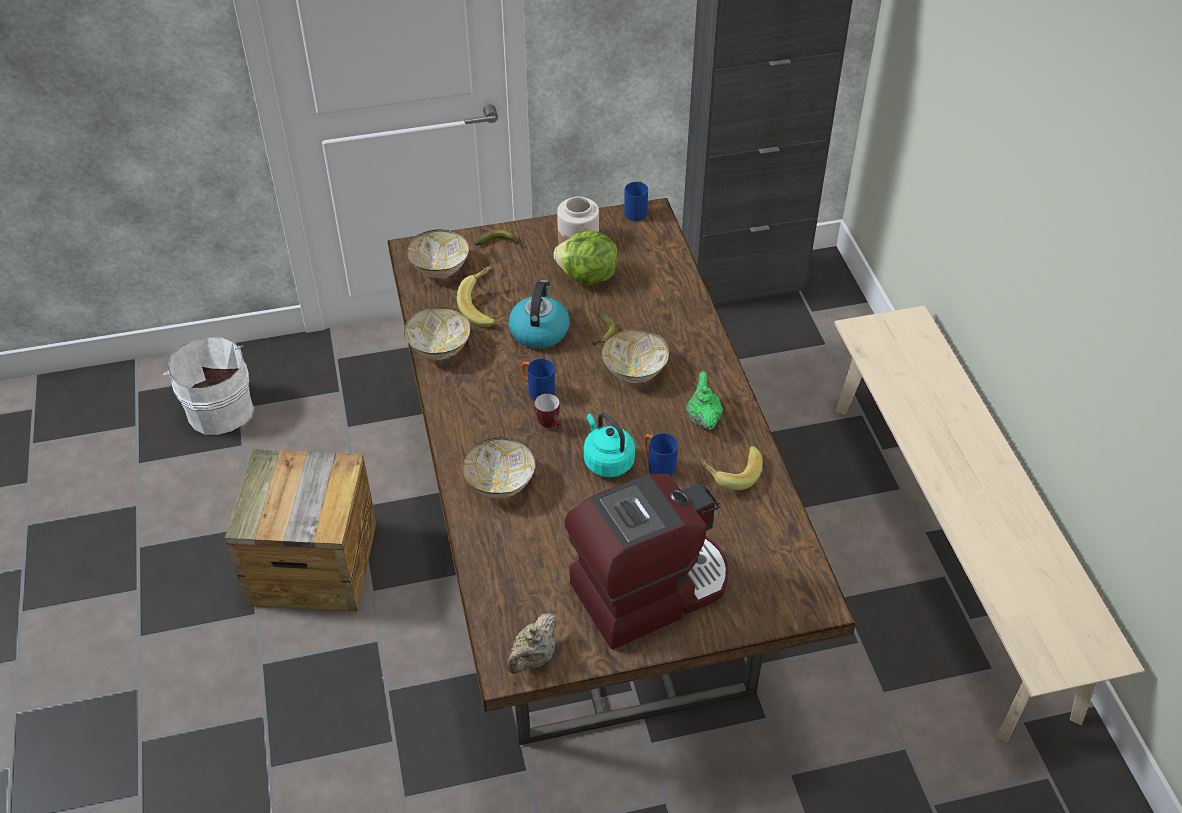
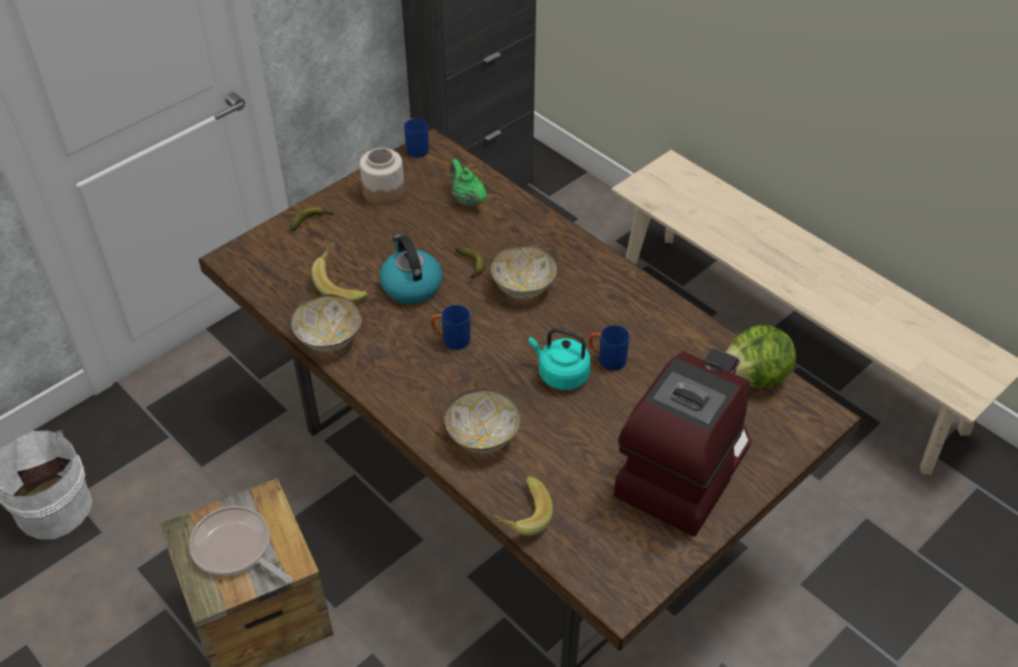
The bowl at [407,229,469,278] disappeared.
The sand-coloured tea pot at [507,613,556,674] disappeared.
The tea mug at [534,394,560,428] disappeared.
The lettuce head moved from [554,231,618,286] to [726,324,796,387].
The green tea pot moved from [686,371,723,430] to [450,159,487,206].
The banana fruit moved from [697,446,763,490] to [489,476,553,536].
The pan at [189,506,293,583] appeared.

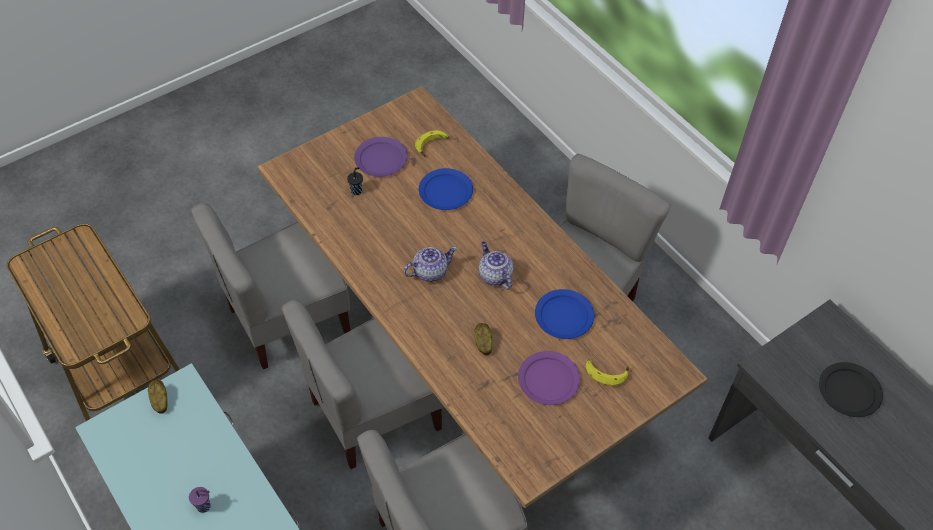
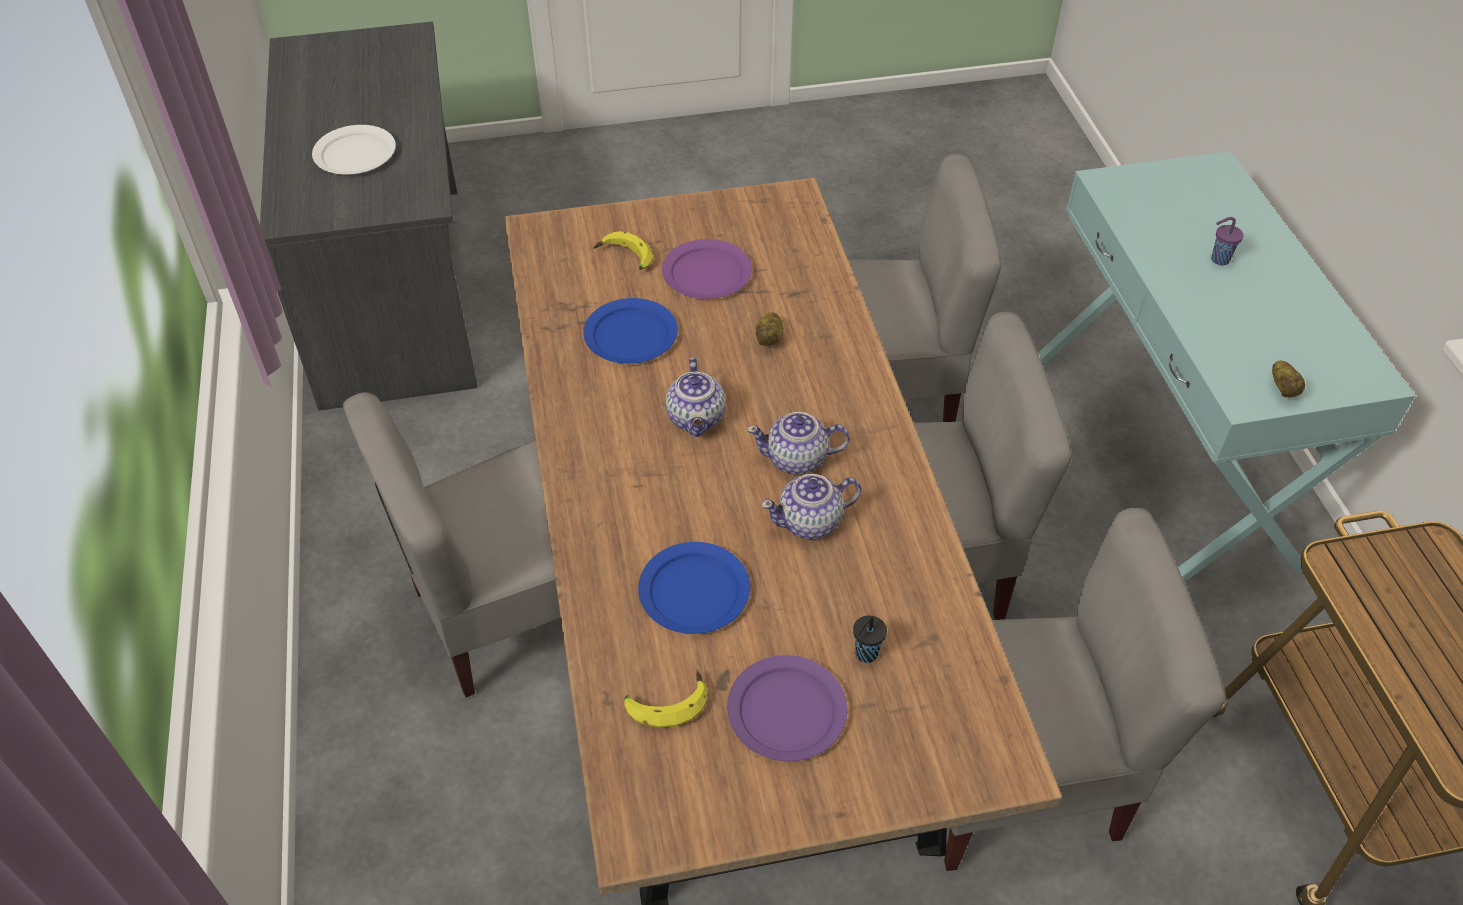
The blackish flat dish at [819,362,883,417] became the white flat dish at [312,125,396,174].
The tea pot at [761,474,862,539] appeared.

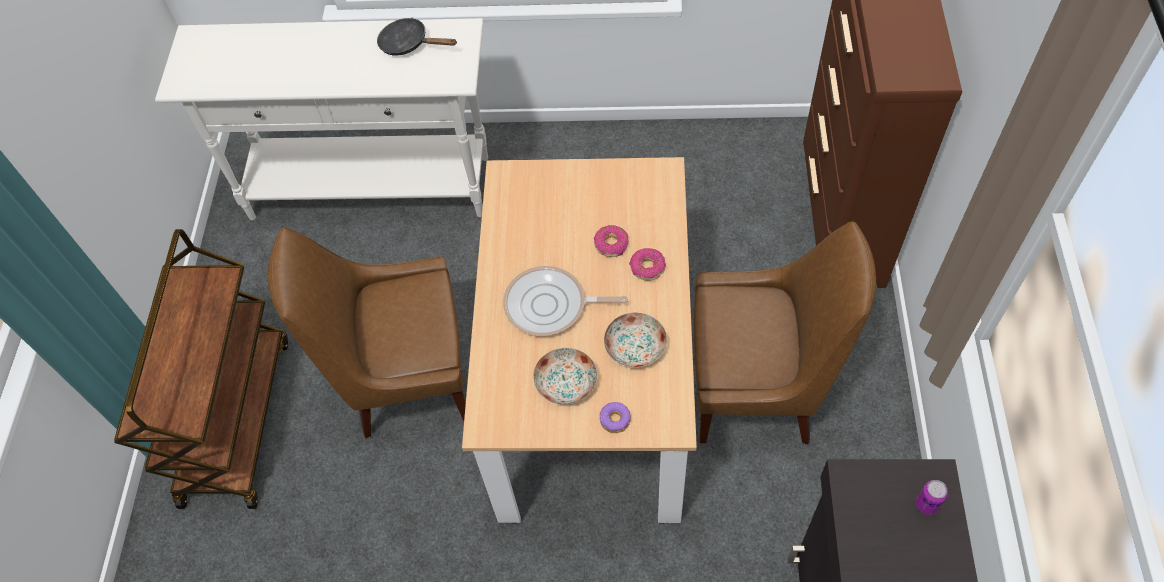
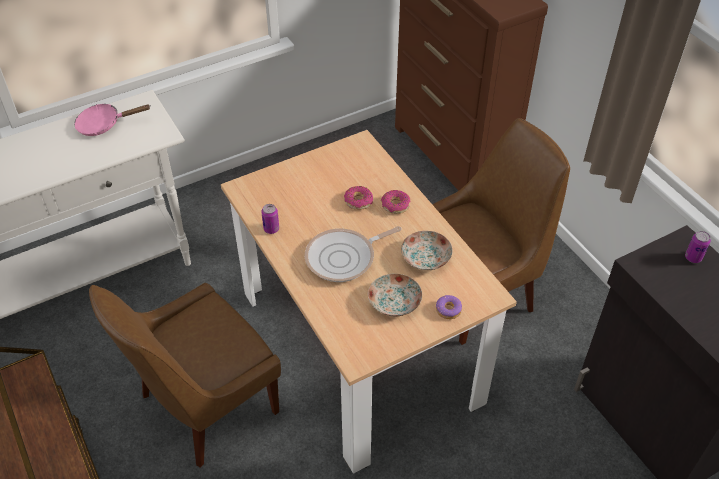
The blackish pan at [377,18,457,56] became the pinkish pan at [74,104,151,136].
The can at [261,204,279,234] appeared.

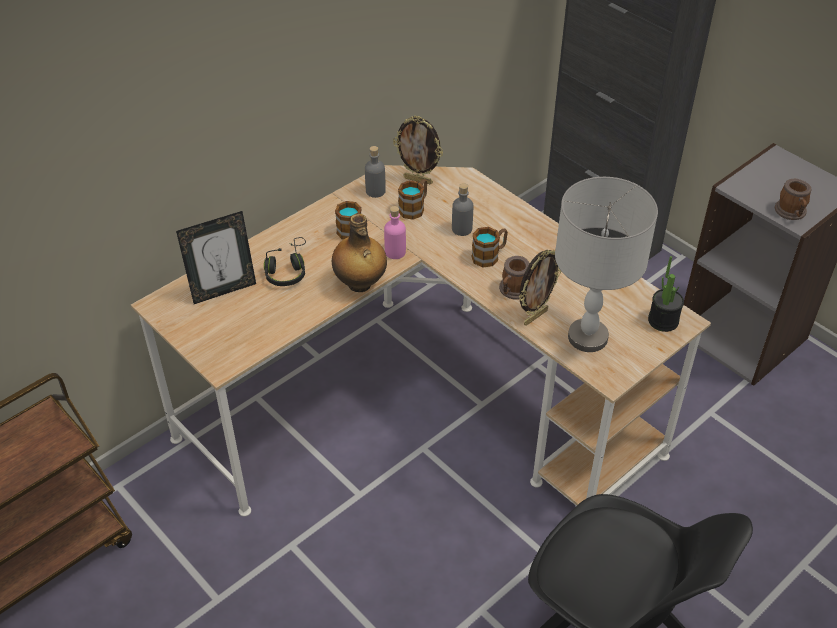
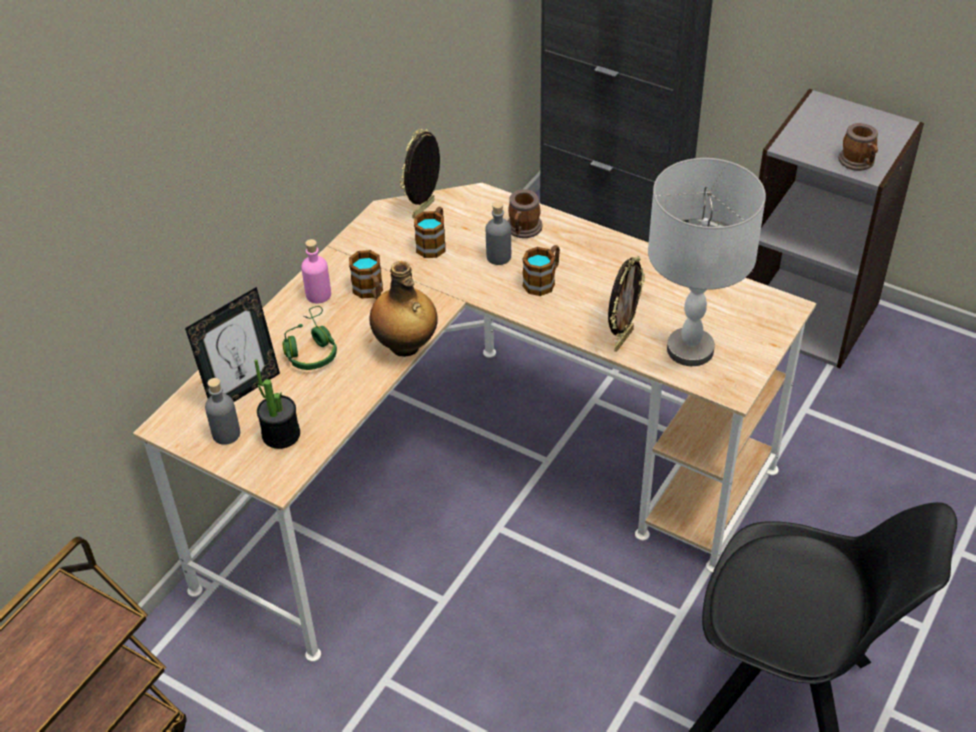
The blackish pair of headphones at [264,237,306,286] became the green pair of headphones at [282,306,337,370].
The grey bottle moved from [365,146,386,198] to [205,378,240,445].
The pinkish bottle moved from [384,206,406,259] to [301,239,331,303].
The picture frame at [393,116,443,184] turned 120 degrees clockwise.
The tea mug moved from [499,256,530,300] to [508,189,543,238].
The plant in a pot moved from [648,256,684,332] to [254,359,300,449].

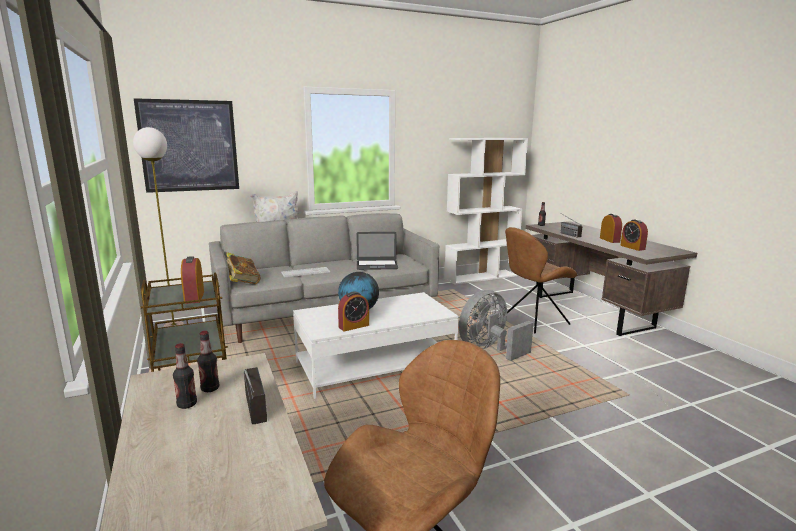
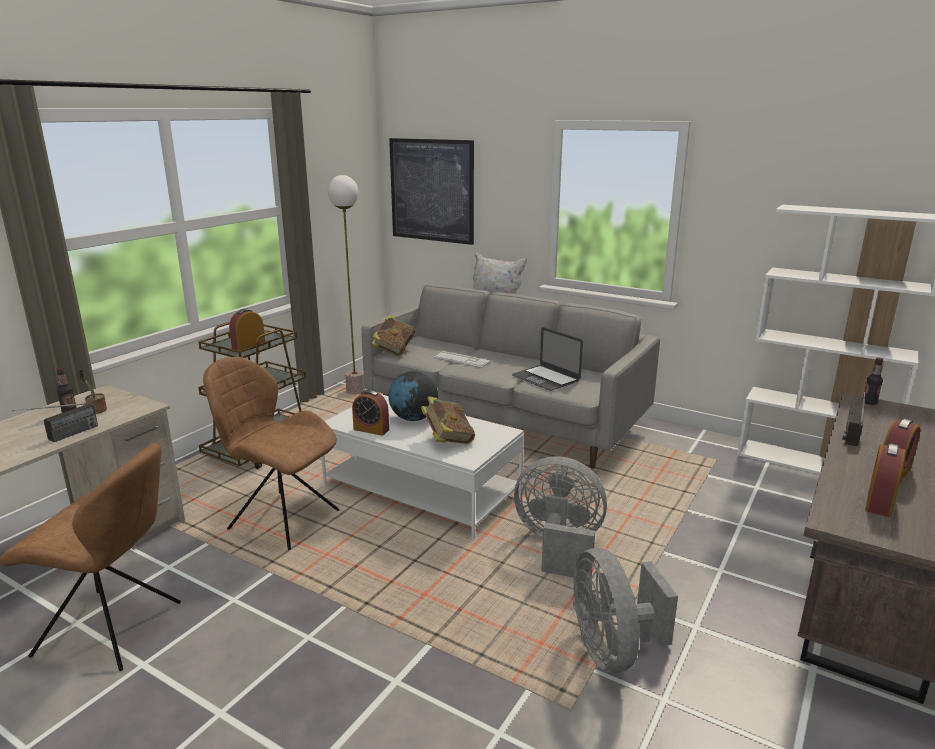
The bottle at [197,331,219,392] was replaced by the plant in a pot at [79,369,107,414].
The brownish upright chair moved from [505,227,577,333] to [203,357,340,550].
The book at [421,396,475,444] appeared.
The grey cooling fan at [572,548,678,673] appeared.

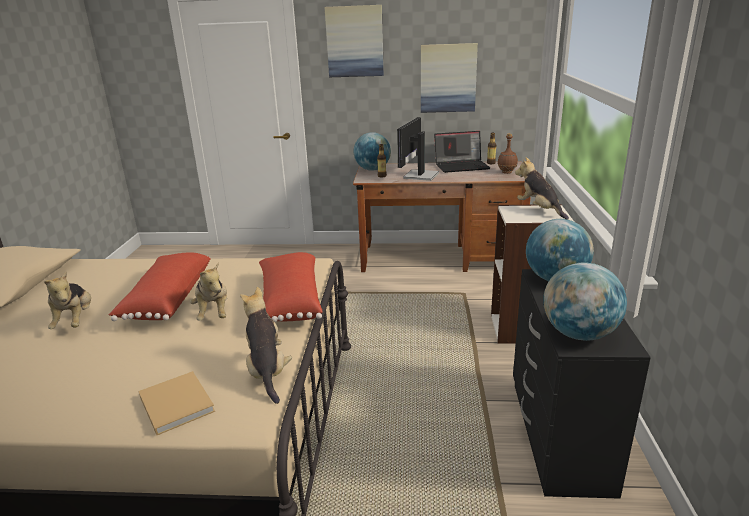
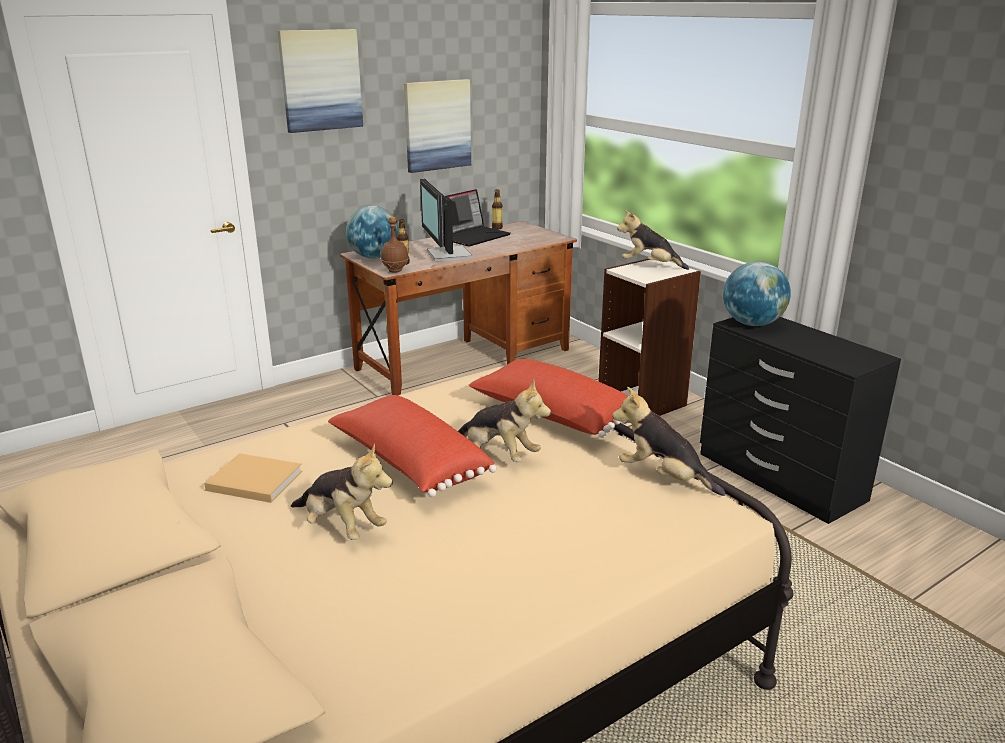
The sand-coloured book moved from [138,371,215,435] to [204,453,302,503].
The brownish bottle moved from [498,133,518,174] to [381,217,408,272].
The globe at [543,262,627,341] disappeared.

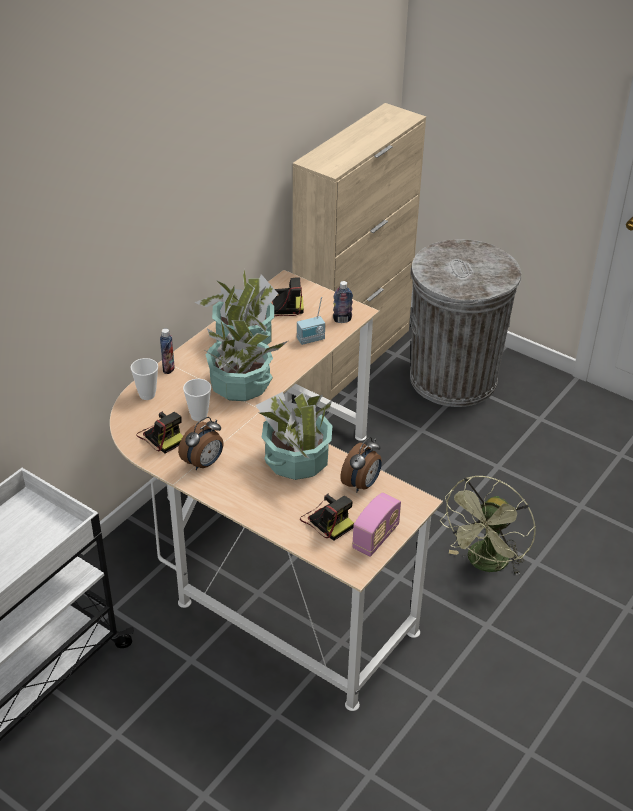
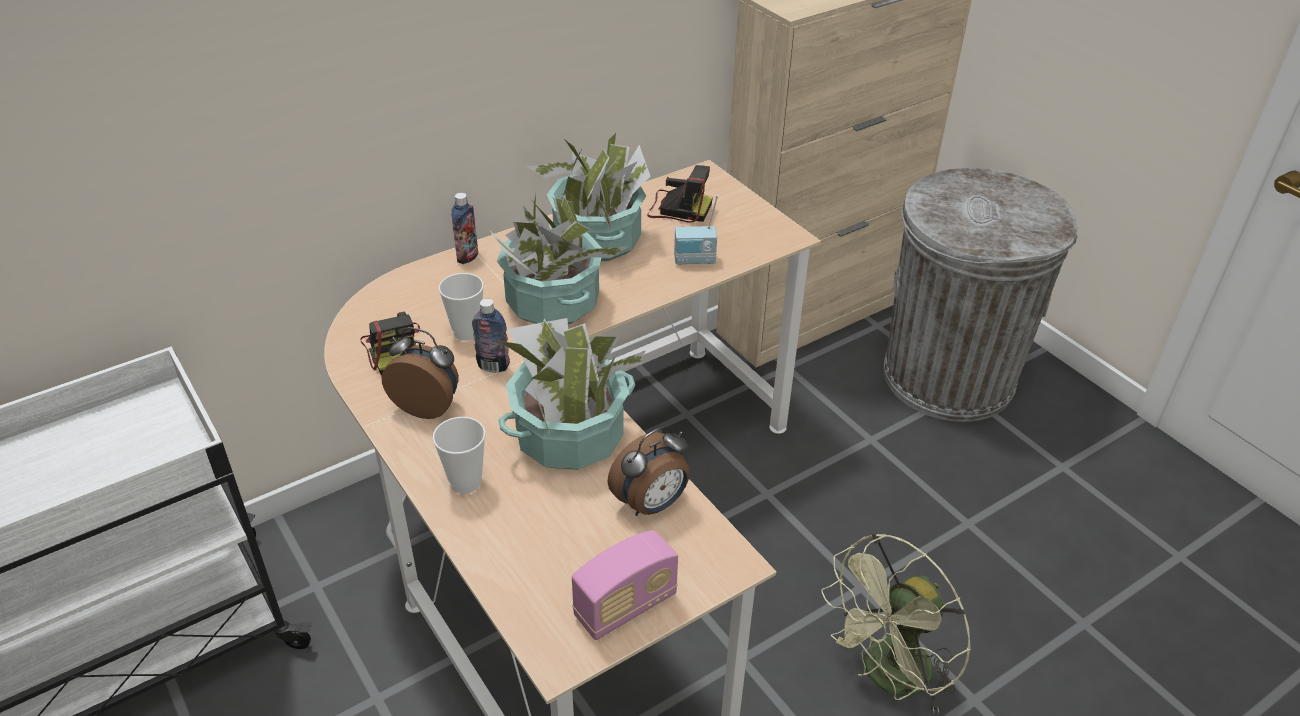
The cup moved from [131,358,158,400] to [433,417,486,494].
The table clock at [178,417,224,470] turned 135 degrees counterclockwise.
The photo camera at [300,494,354,541] disappeared.
The bottle moved from [333,281,353,323] to [472,299,510,372].

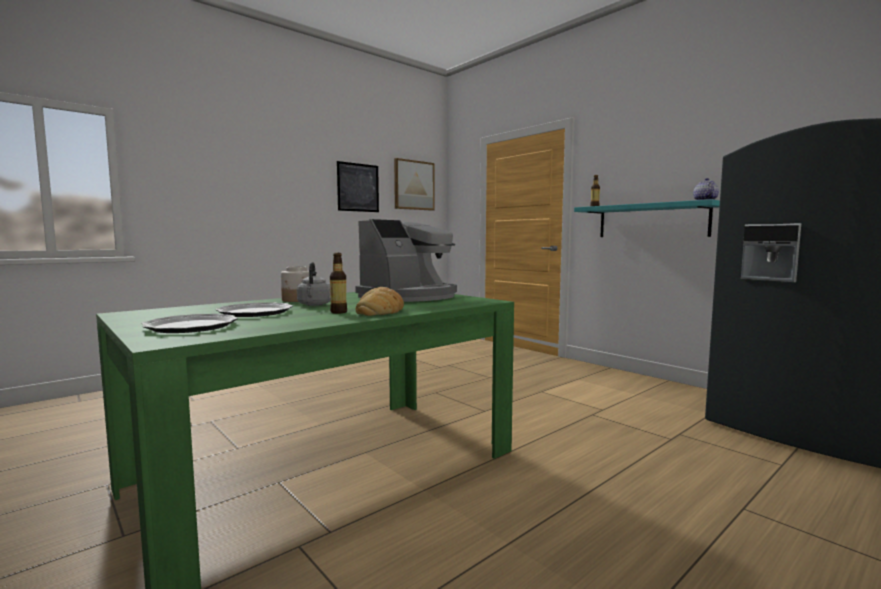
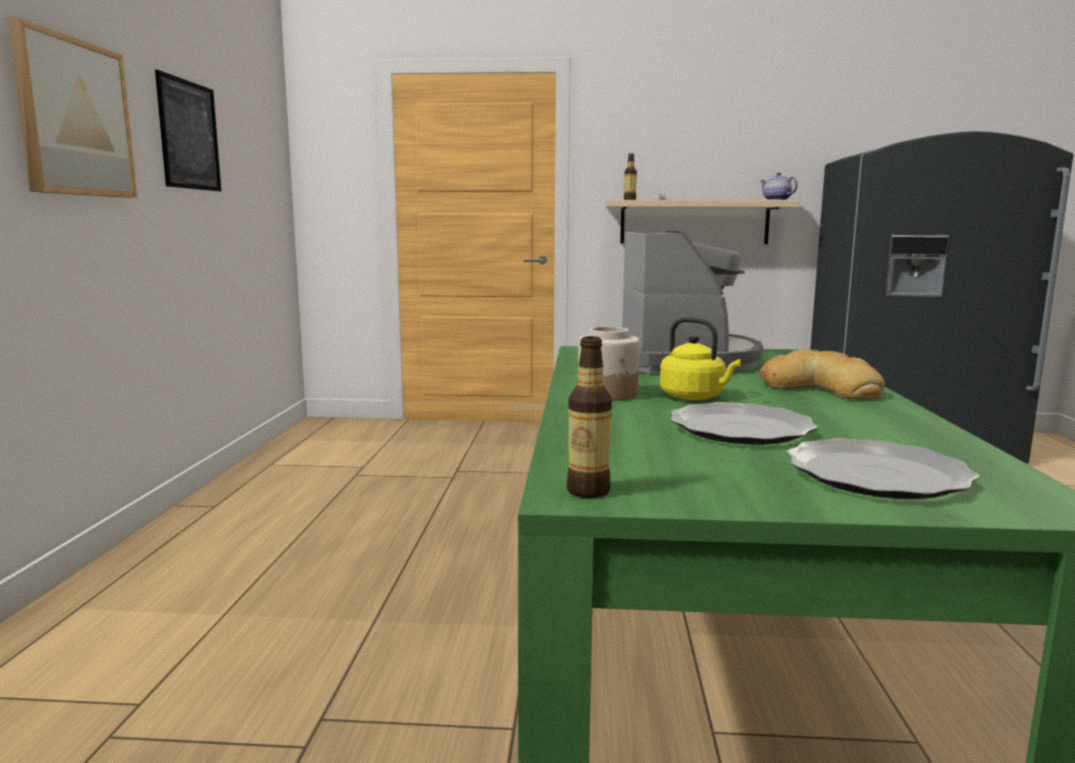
The grey water kettle at [297,262,331,306] became the yellow-coloured water kettle at [660,317,741,400].
The bottle moved from [330,253,347,314] to [567,336,612,498].
The wall picture moved from [394,158,435,211] to [7,18,137,198].
The turquoise-coloured shelf at [574,199,720,237] became the sand-coloured shelf at [606,200,799,244].

